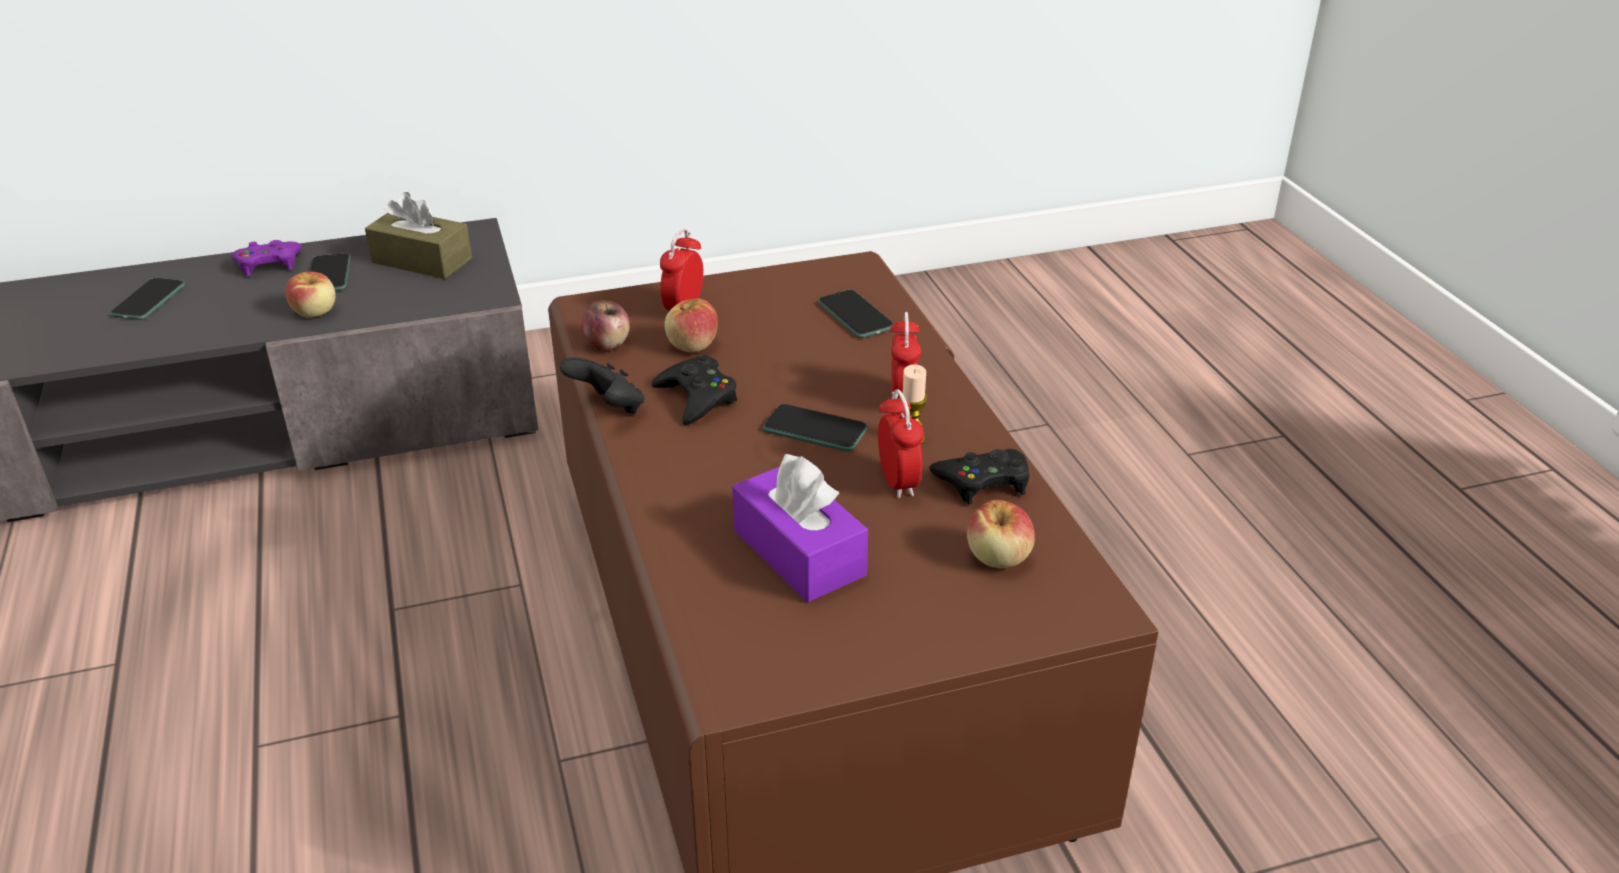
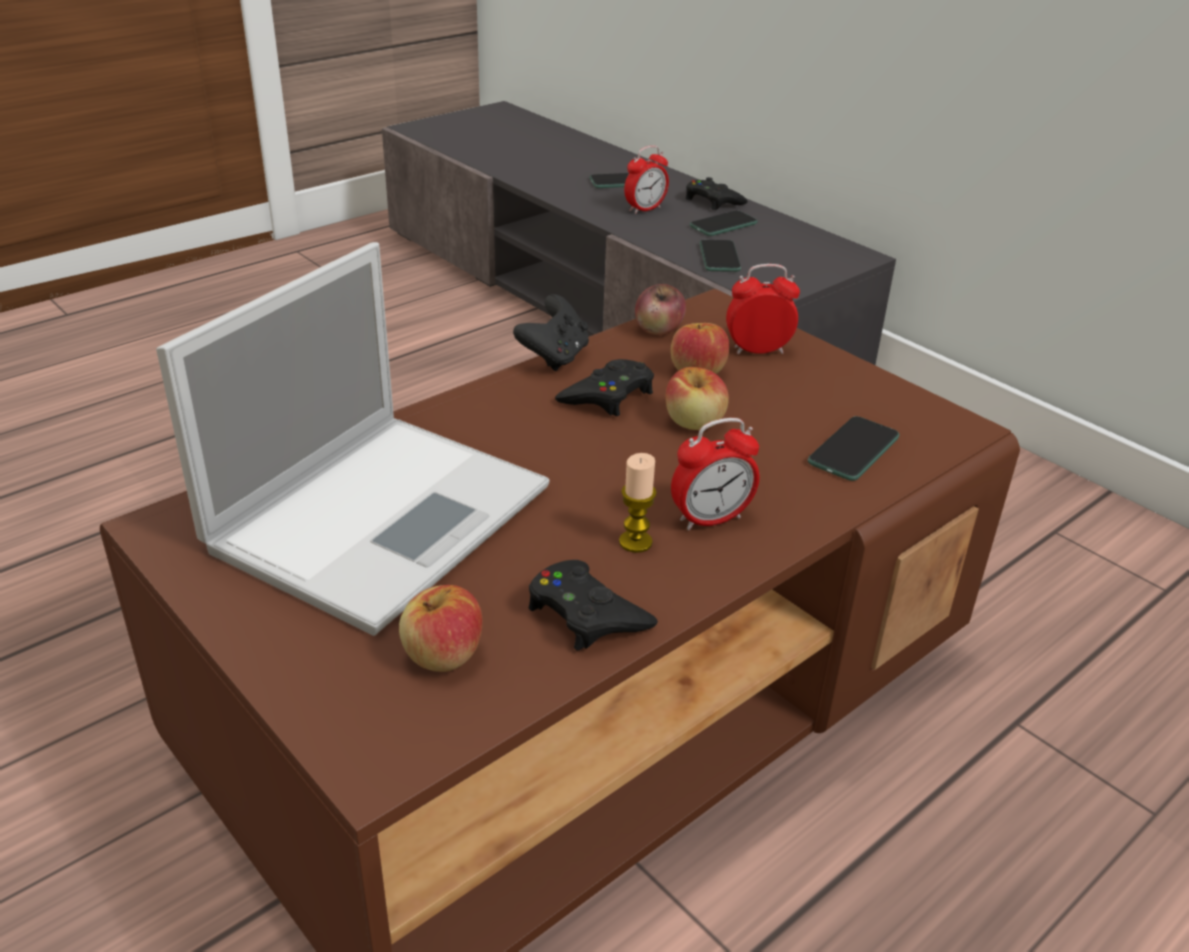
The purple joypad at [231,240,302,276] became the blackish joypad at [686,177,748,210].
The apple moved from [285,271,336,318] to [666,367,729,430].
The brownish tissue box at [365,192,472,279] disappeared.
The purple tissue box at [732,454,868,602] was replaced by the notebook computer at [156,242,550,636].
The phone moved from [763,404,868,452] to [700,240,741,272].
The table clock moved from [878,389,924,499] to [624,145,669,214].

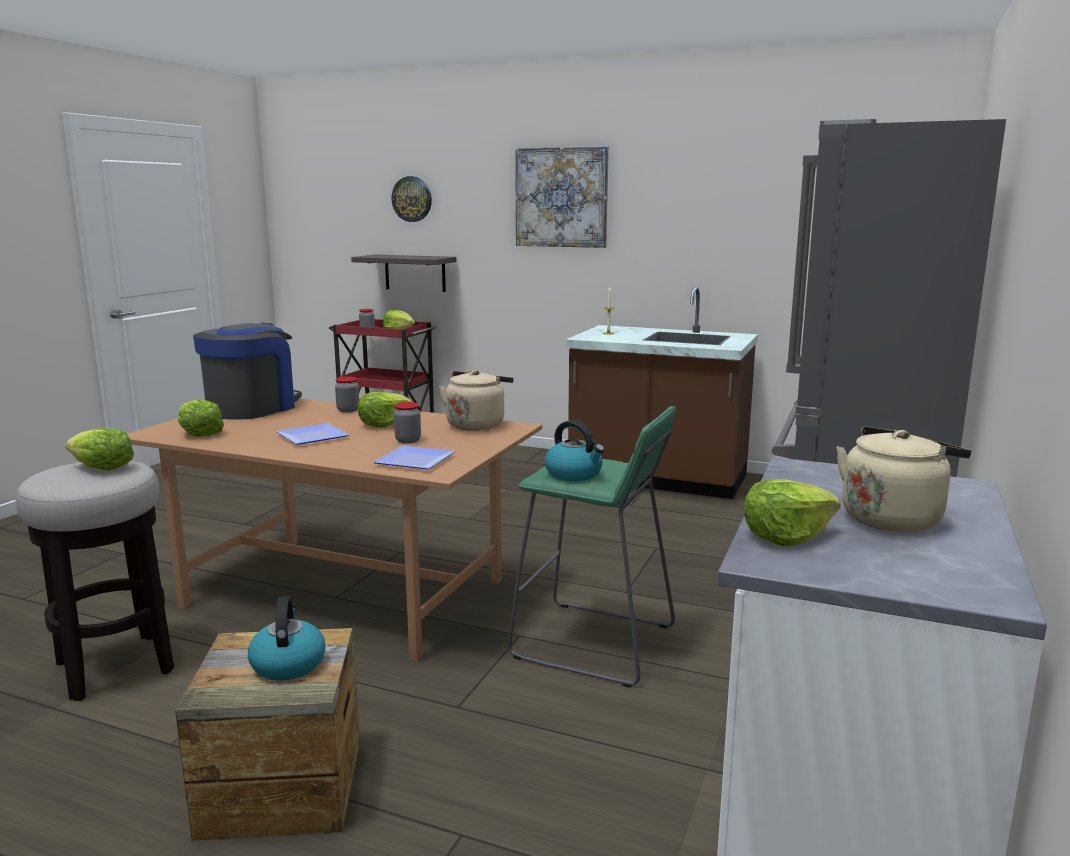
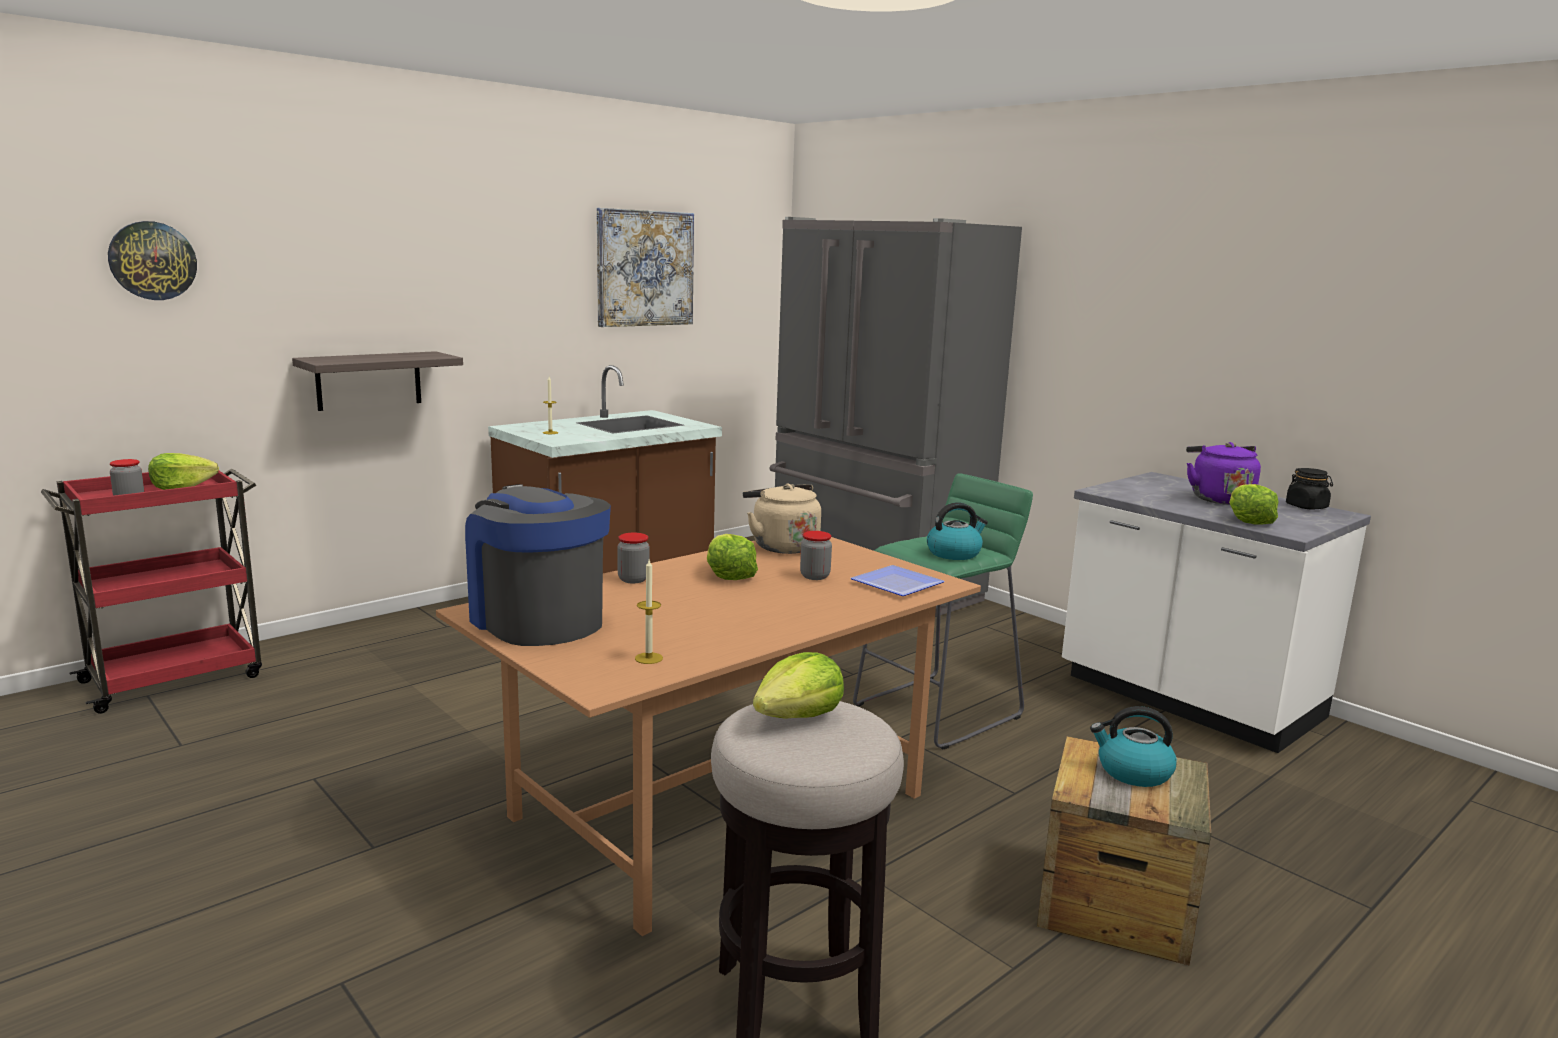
The lettuce head at [178,400,224,437] was replaced by the candle at [635,560,663,664].
The flat dish at [276,423,350,445] disappeared.
The shelf moved from [351,255,456,292] to [292,351,463,411].
The wall picture moved from [515,146,609,248] to [597,208,694,327].
The sand-coloured water kettle at [836,426,971,532] became the purple water kettle at [1186,442,1261,505].
The blackish jar at [1286,468,1333,510] appeared.

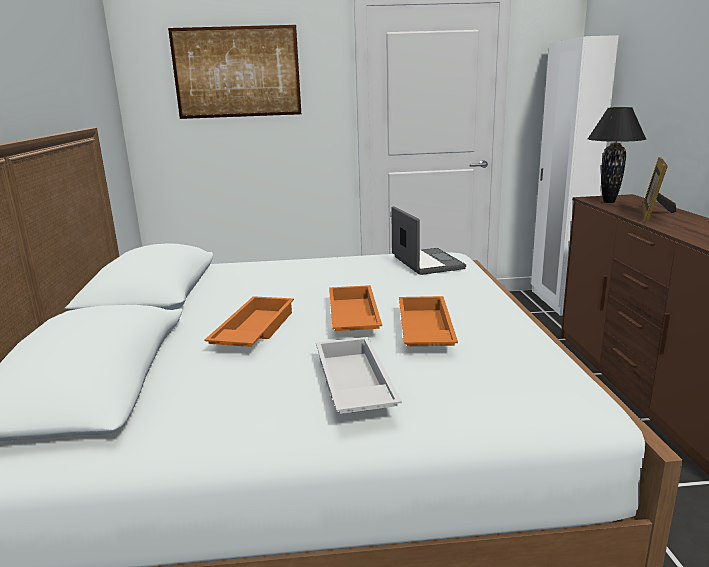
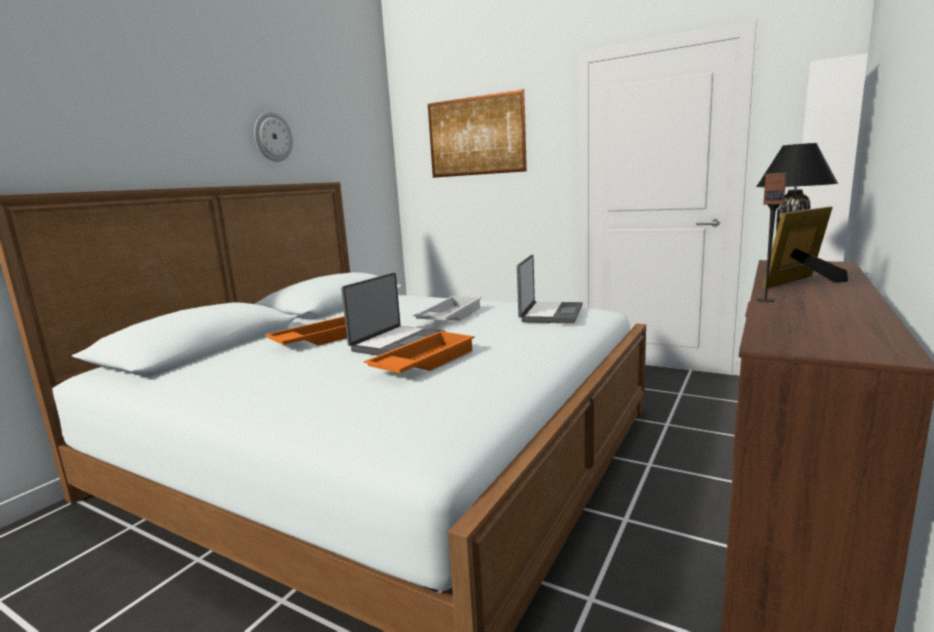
The white carrying tray moved from [316,337,402,414] to [413,296,482,320].
The orangey carrying tray at [329,285,382,331] was replaced by the notebook computer at [341,273,445,356].
The clock on the wall at [254,112,293,162] appeared.
The audio speaker at [757,173,787,302] appeared.

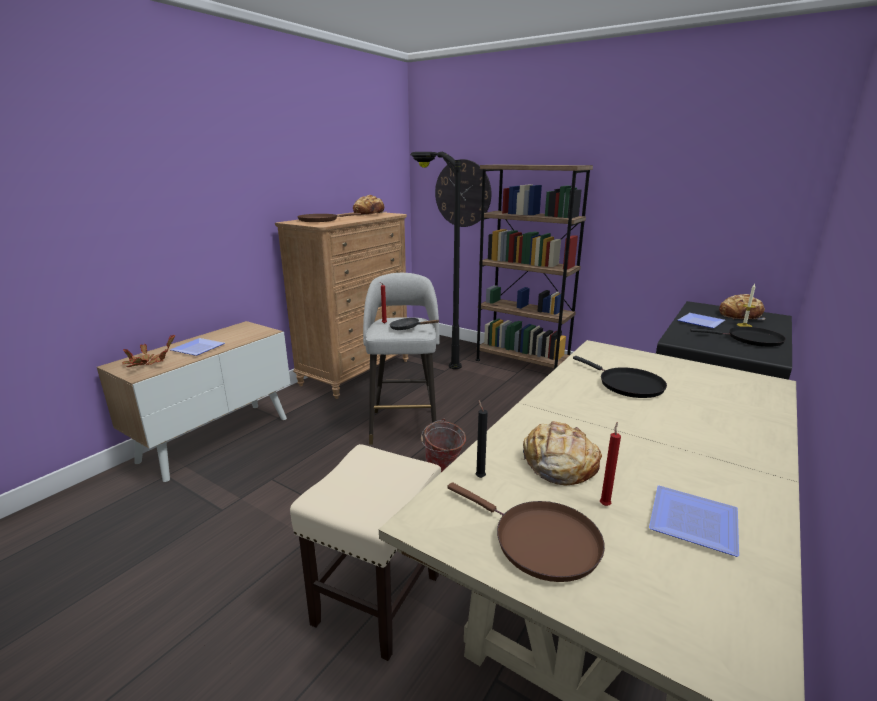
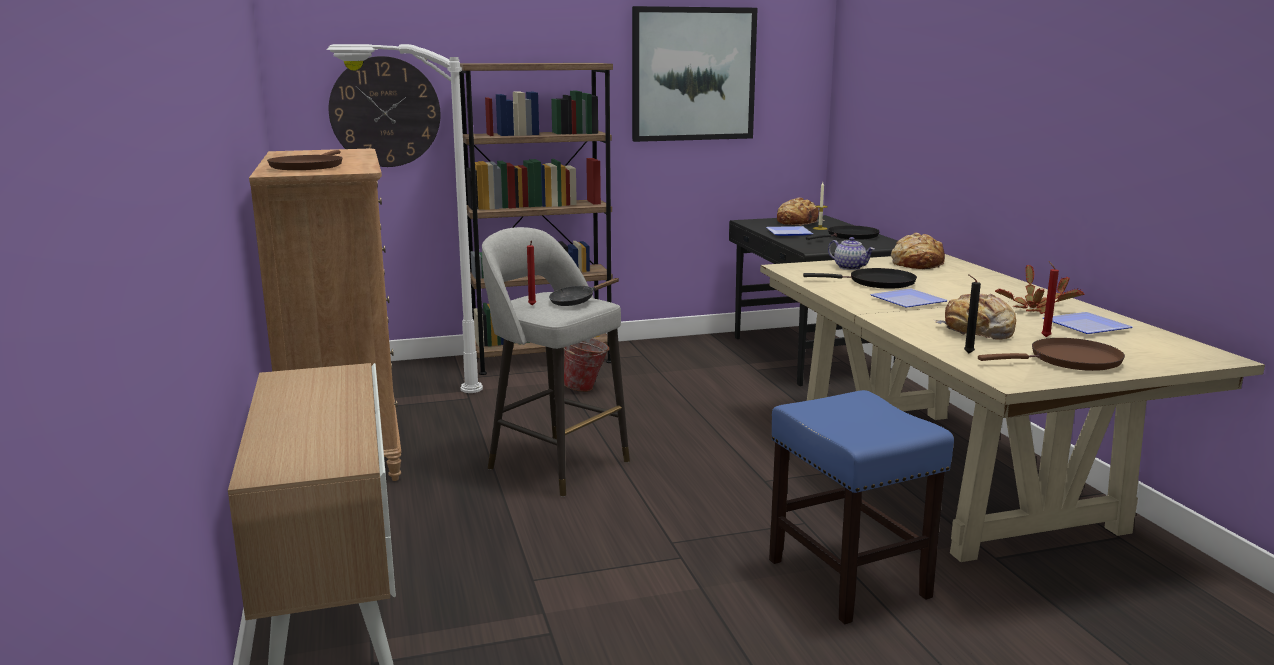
The plant in a pot moved from [122,335,175,367] to [995,264,1084,314].
The flat dish moved from [170,338,225,356] to [870,289,948,308].
The sand-coloured stool seat at [290,444,441,661] became the bluish stool seat at [769,390,954,624].
The bread moved from [353,195,387,216] to [891,233,945,269].
The blackish floor lamp at [410,152,462,369] became the white floor lamp at [326,44,483,393].
The bucket moved from [421,419,466,472] to [564,338,609,392].
The wall picture at [632,6,758,142] appeared.
The tea pot at [828,237,875,270] appeared.

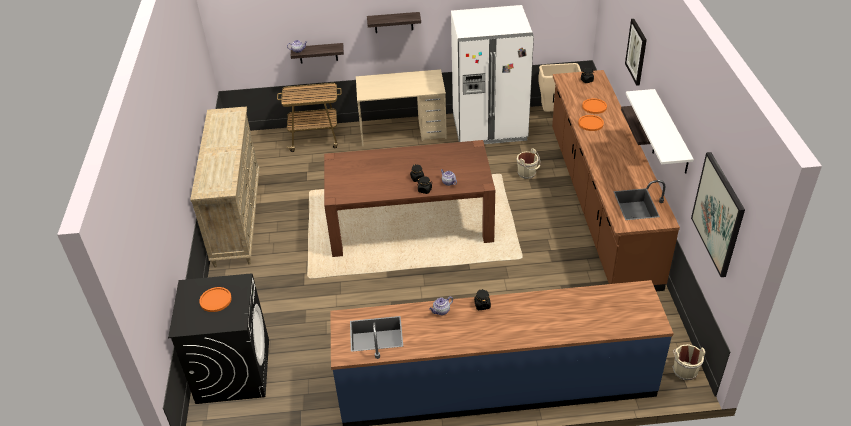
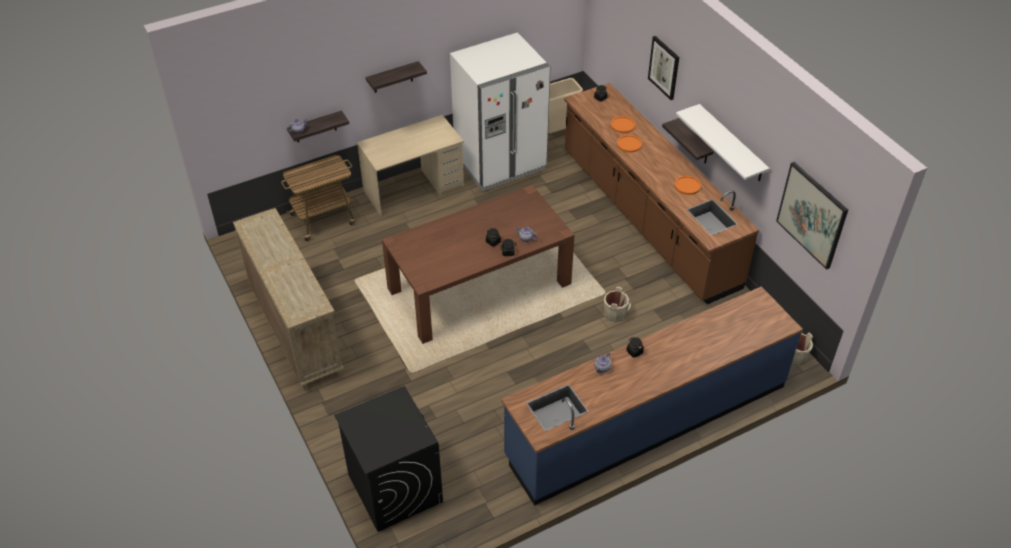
The orangey flat dish moved from [199,287,232,312] to [675,176,701,195].
The sand-coloured bucket moved from [517,148,540,179] to [604,287,631,322].

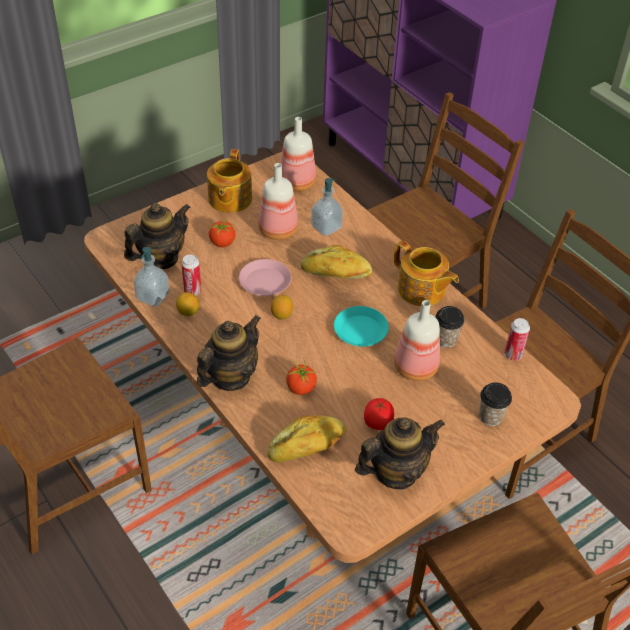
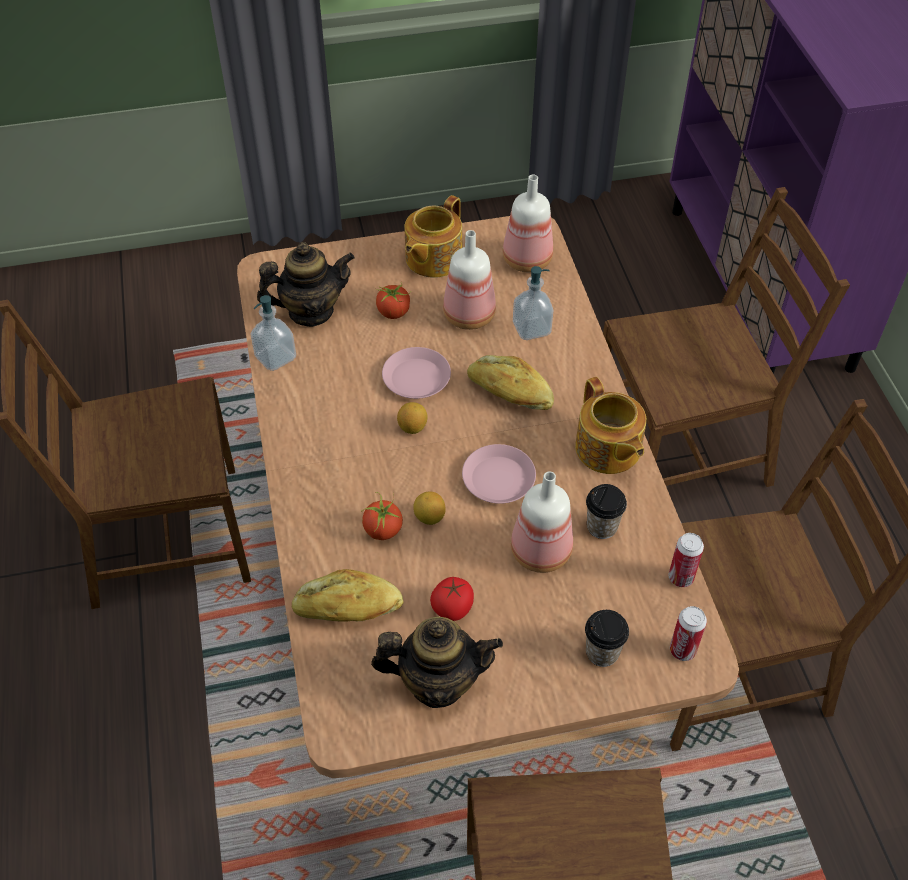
The lemon moved from [176,292,199,316] to [413,491,446,525].
The can moved from [181,255,202,296] to [670,606,707,661].
The tea pot at [196,315,261,391] disappeared.
The turquoise-coloured flat dish at [334,306,389,347] became the pinkish flat dish at [462,444,536,504].

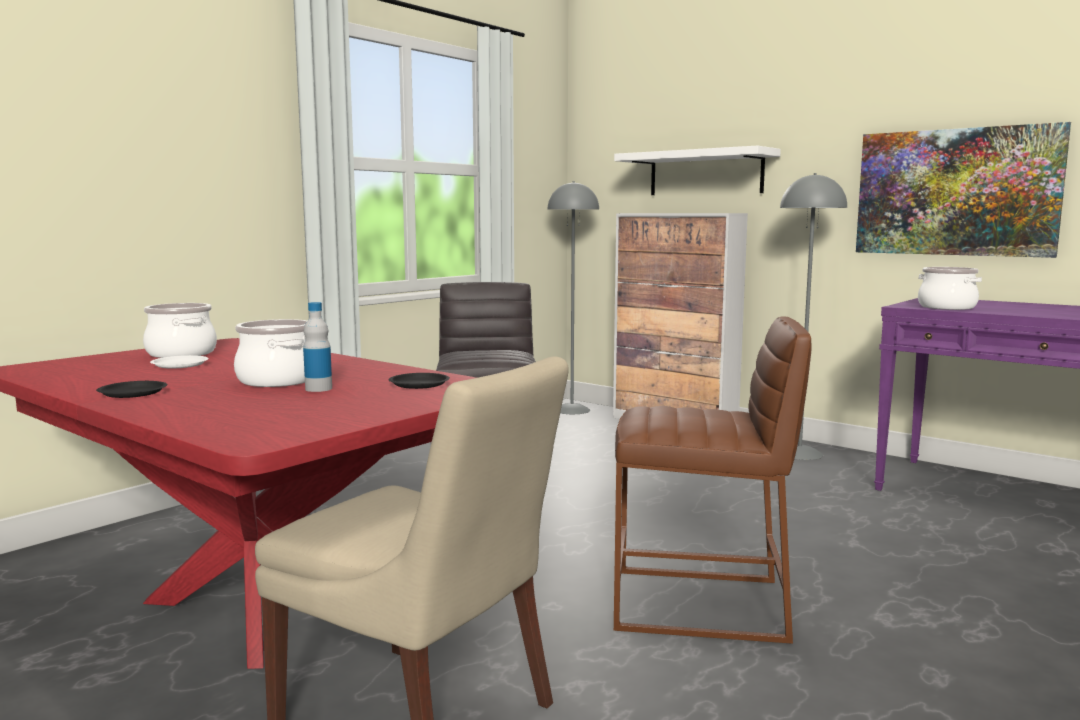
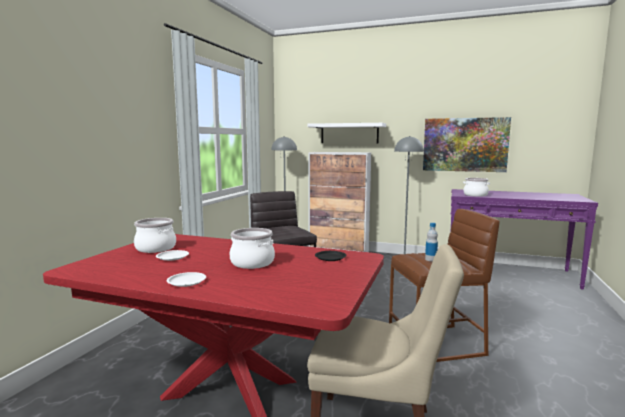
The blackish flat dish at [96,381,167,398] became the white flat dish at [167,272,206,287].
The bottle moved from [303,302,332,392] to [425,223,438,261].

